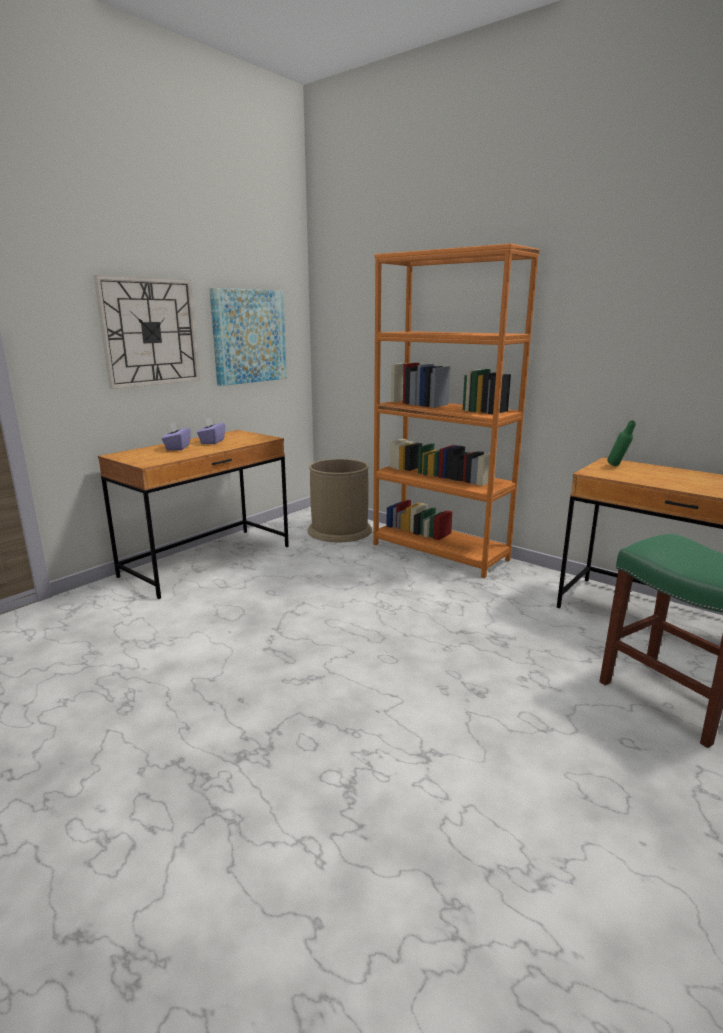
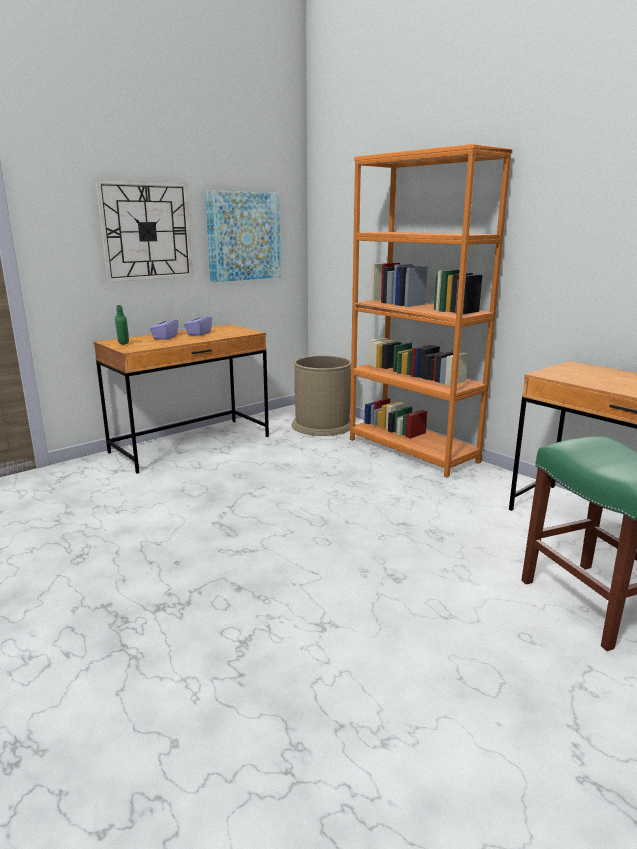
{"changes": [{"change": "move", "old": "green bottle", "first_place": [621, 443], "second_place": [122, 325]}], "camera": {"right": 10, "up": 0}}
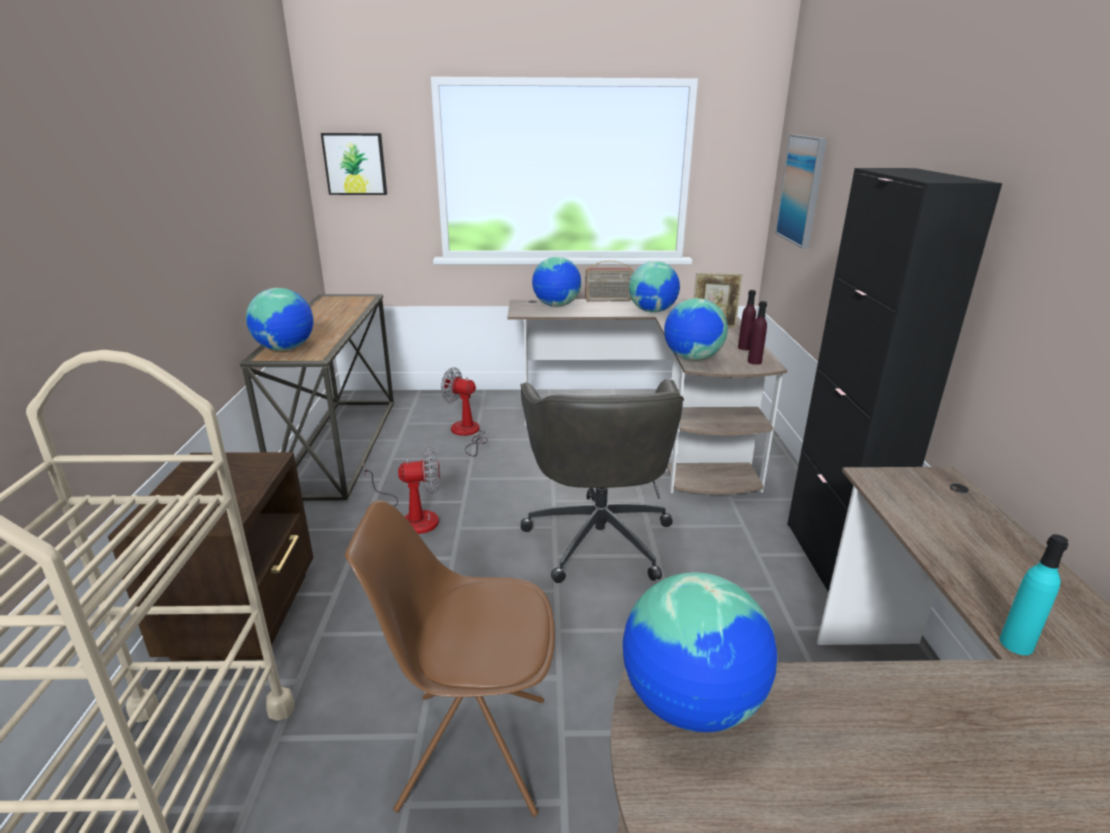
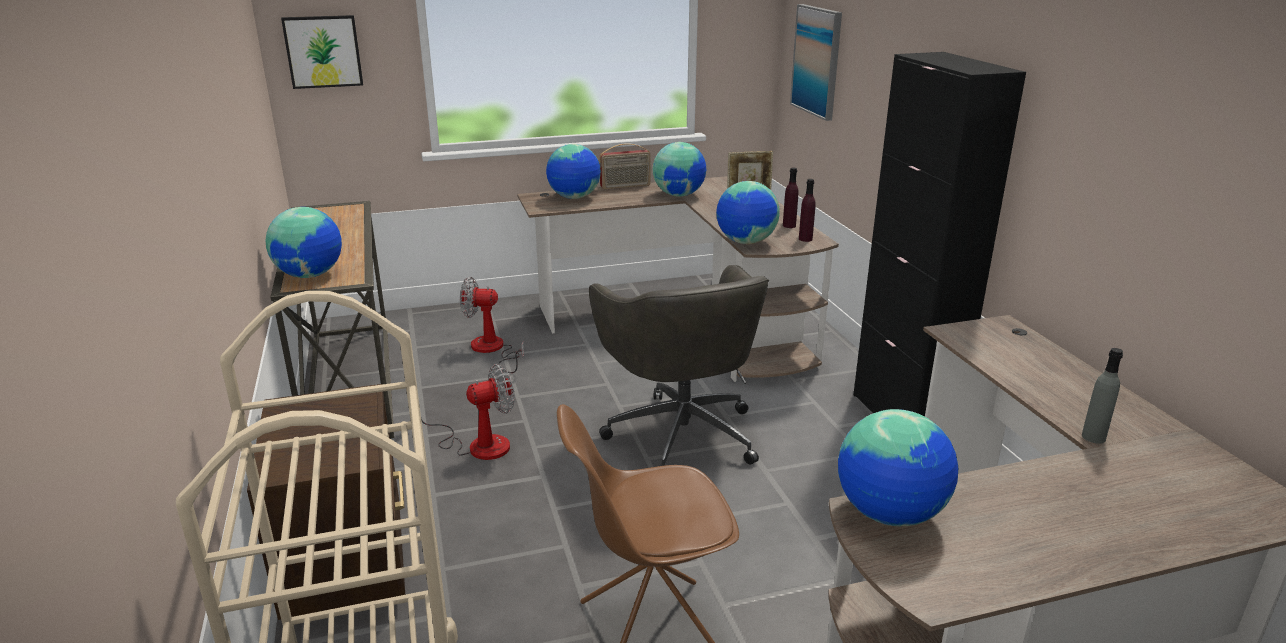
{"changes": [{"change": "recolor", "old": "turquoise bottle", "new": "grey bottle", "first_place": [1034, 594], "second_place": [1102, 396]}], "camera": {"right": -15, "up": 0}}
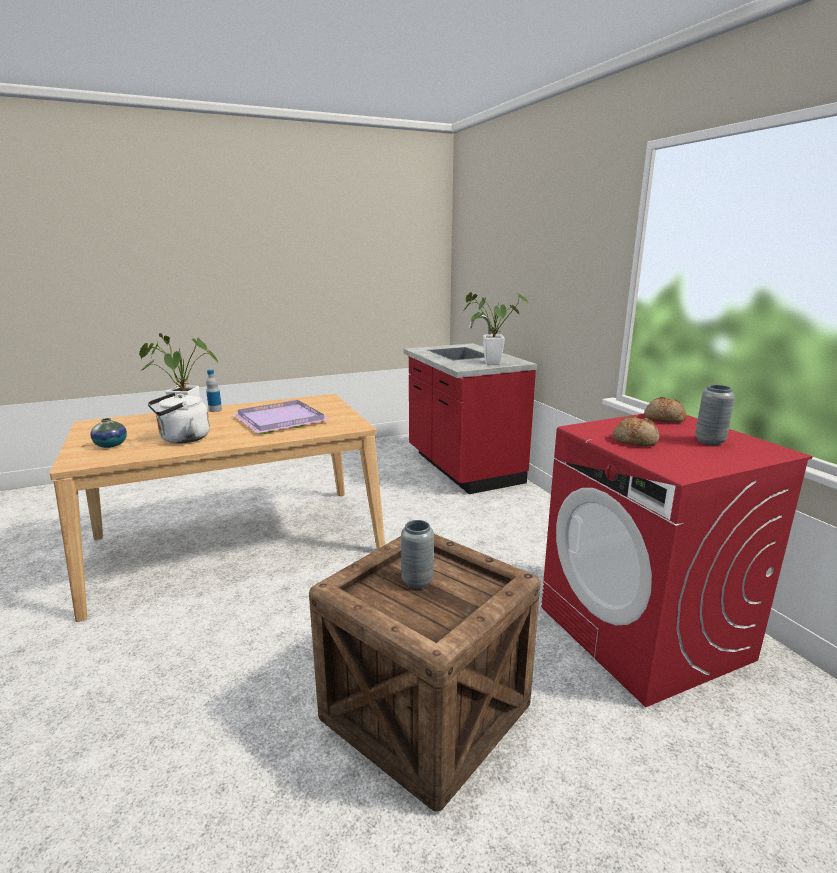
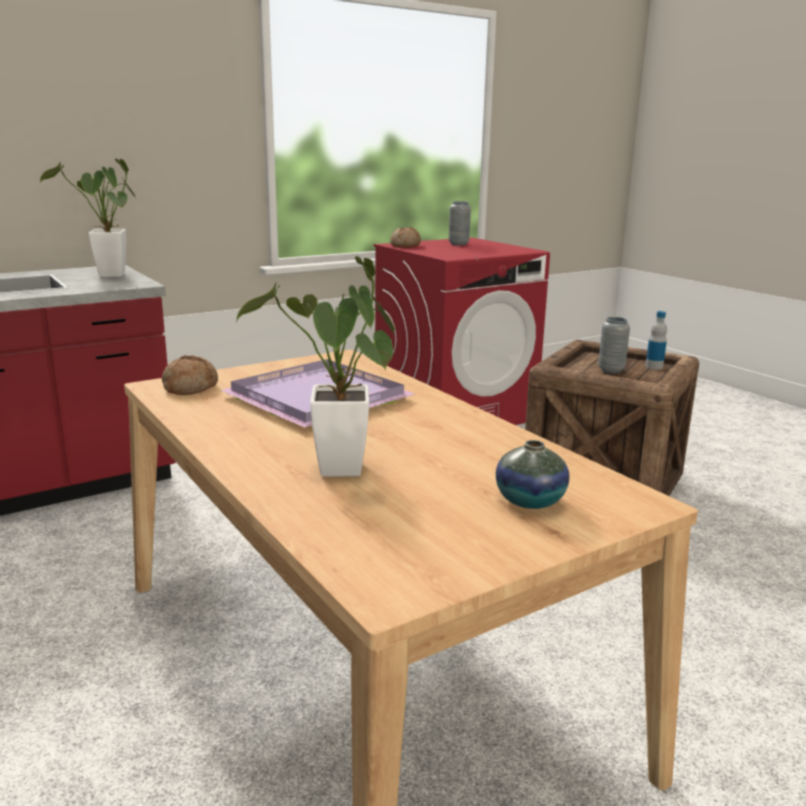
{"changes": [{"change": "move", "old": "bread", "first_place": [636, 431], "second_place": [190, 375]}, {"change": "move", "old": "bottle", "first_place": [214, 390], "second_place": [656, 340]}, {"change": "delete", "old": "white kettle", "first_place": [179, 418]}], "camera": {"right": -100, "up": 0}}
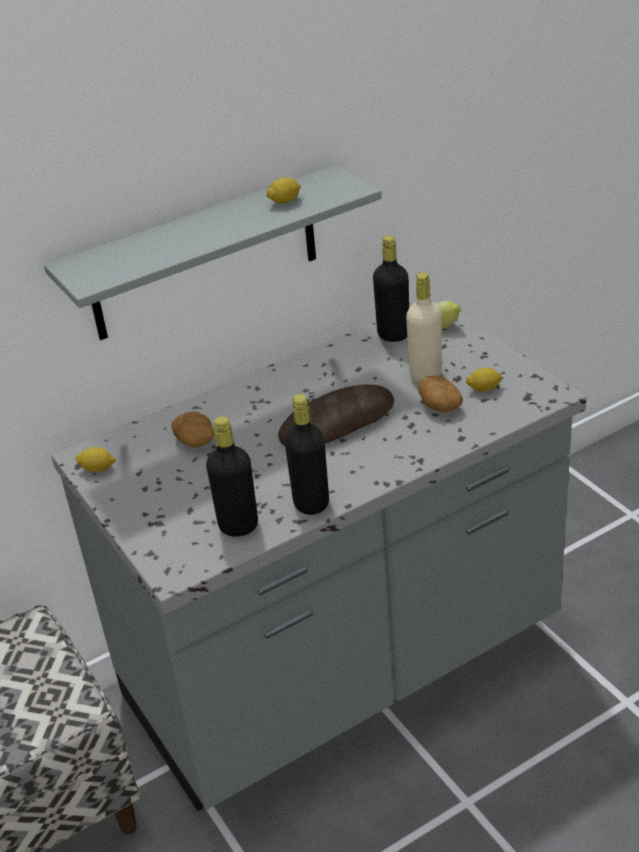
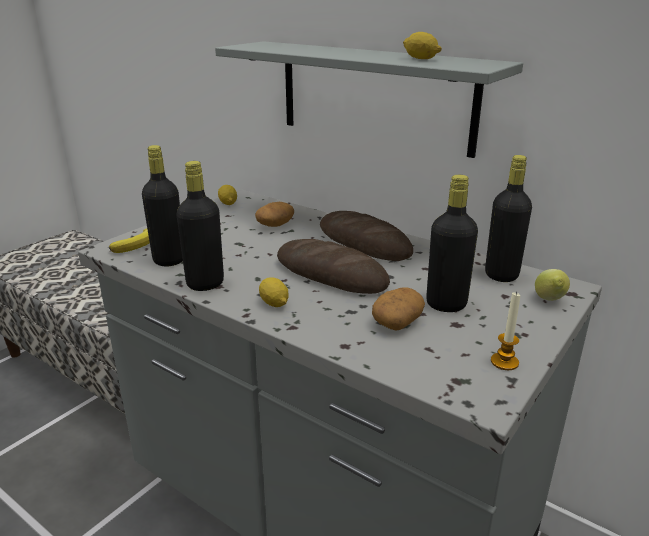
{"changes": [{"change": "insert", "new": "banana", "second_place": [129, 241]}, {"change": "move", "old": "lemon", "first_place": [484, 380], "second_place": [274, 292]}, {"change": "insert", "new": "bread", "second_place": [366, 236]}, {"change": "recolor", "old": "beige bottle", "new": "black bottle", "first_place": [424, 327], "second_place": [452, 243]}, {"change": "insert", "new": "candle", "second_place": [505, 330]}], "camera": {"right": 65, "up": -10}}
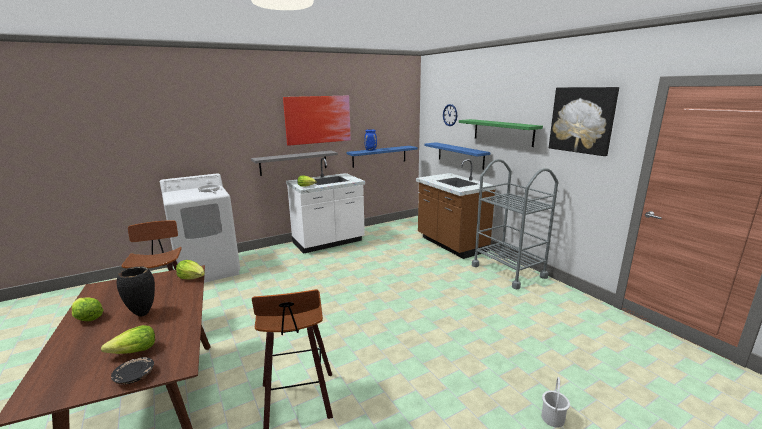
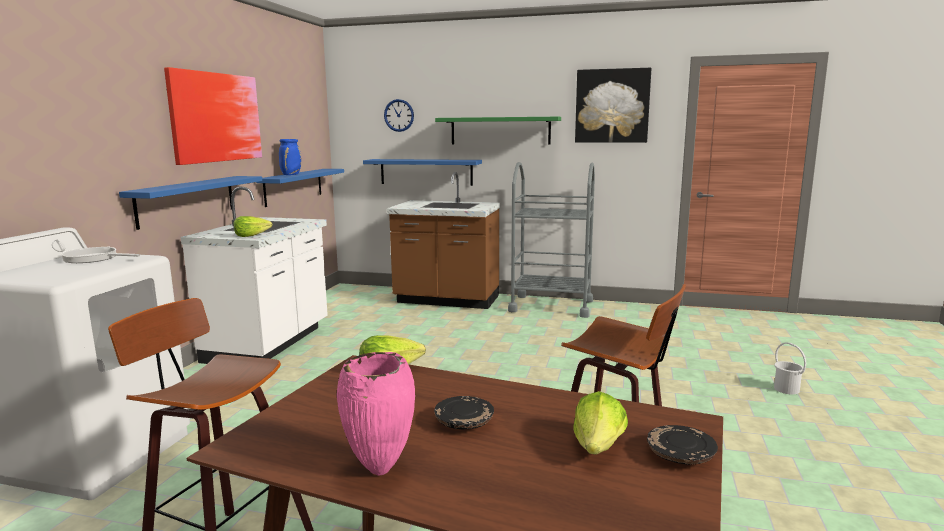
{"changes": [{"change": "recolor", "old": "grey shelf", "new": "blue shelf", "first_place": [294, 163], "second_place": [190, 203]}, {"change": "replace", "old": "lettuce", "new": "pink vase", "first_place": [87, 309], "second_place": [376, 414]}, {"change": "replace", "old": "black vase", "new": "black plate", "first_place": [135, 291], "second_place": [464, 412]}], "camera": {"right": -45, "up": -5}}
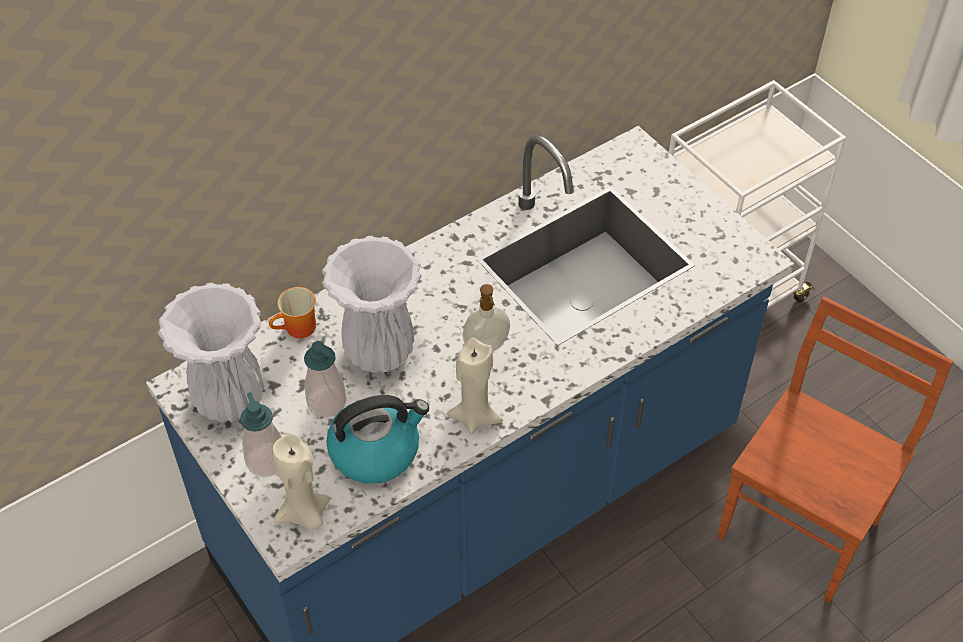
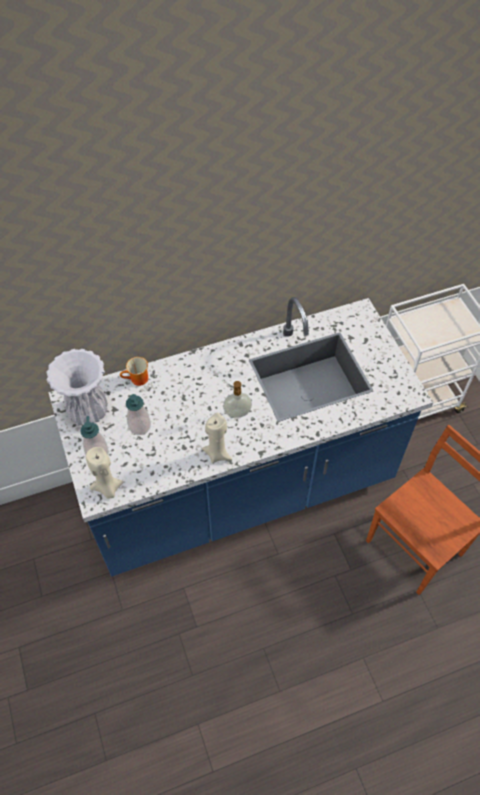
{"changes": [{"change": "delete", "old": "white vase", "first_place": [372, 304]}, {"change": "delete", "old": "kettle", "first_place": [377, 439]}], "camera": {"right": 15, "up": 5}}
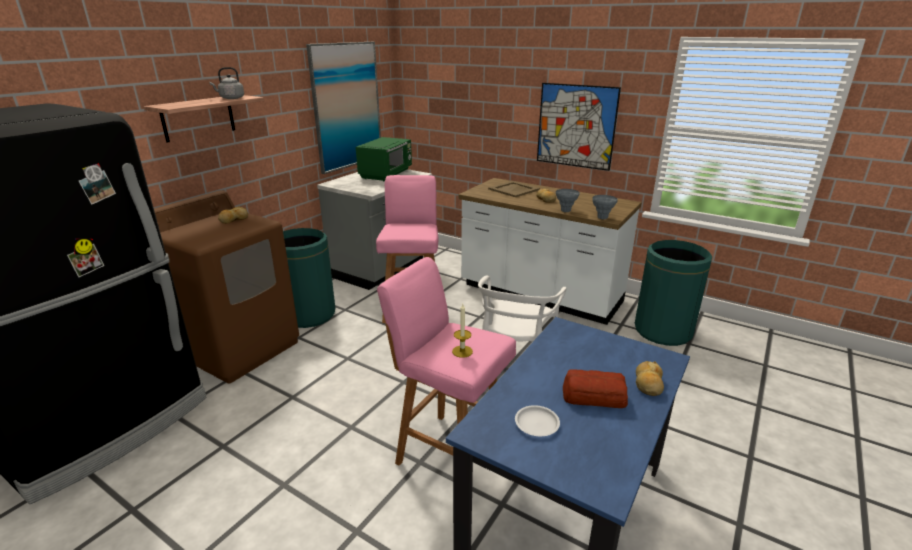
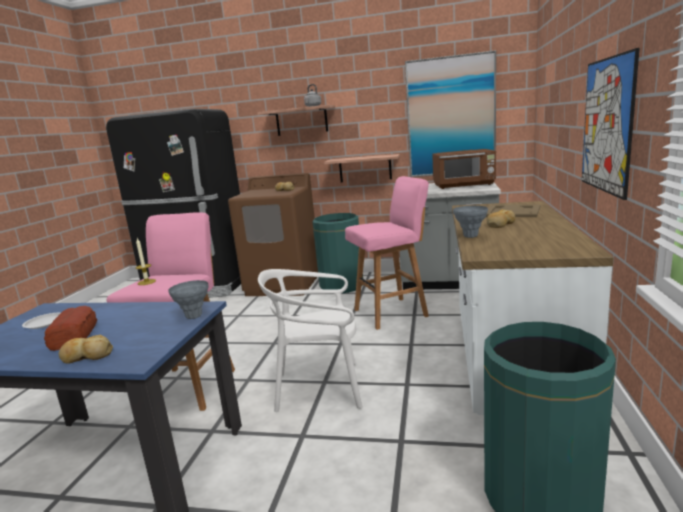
{"changes": [{"change": "move", "old": "grey vase", "first_place": [605, 207], "second_place": [188, 299]}, {"change": "insert", "new": "shelf", "second_place": [362, 168]}, {"change": "recolor", "old": "green microwave", "new": "brown microwave", "first_place": [384, 159], "second_place": [464, 169]}], "camera": {"right": 70, "up": -10}}
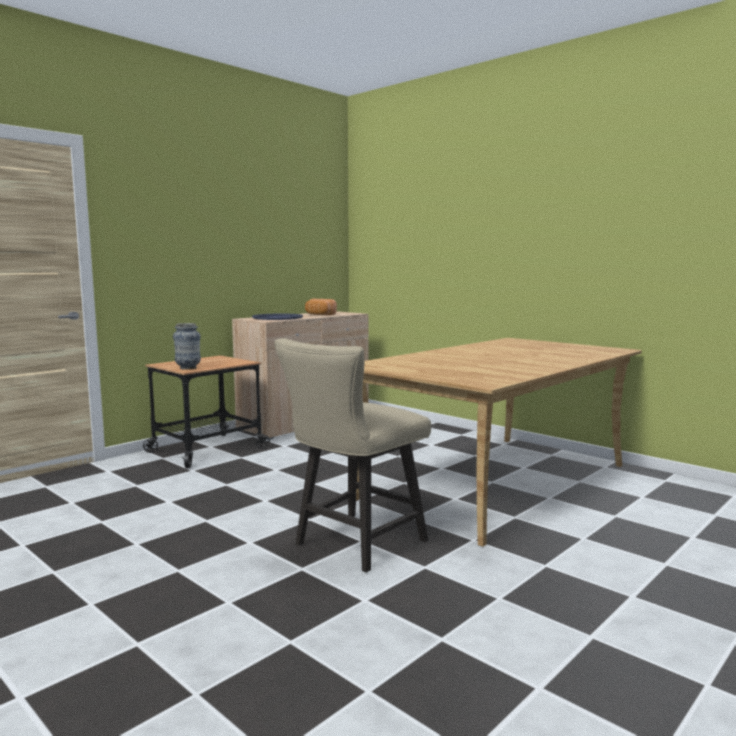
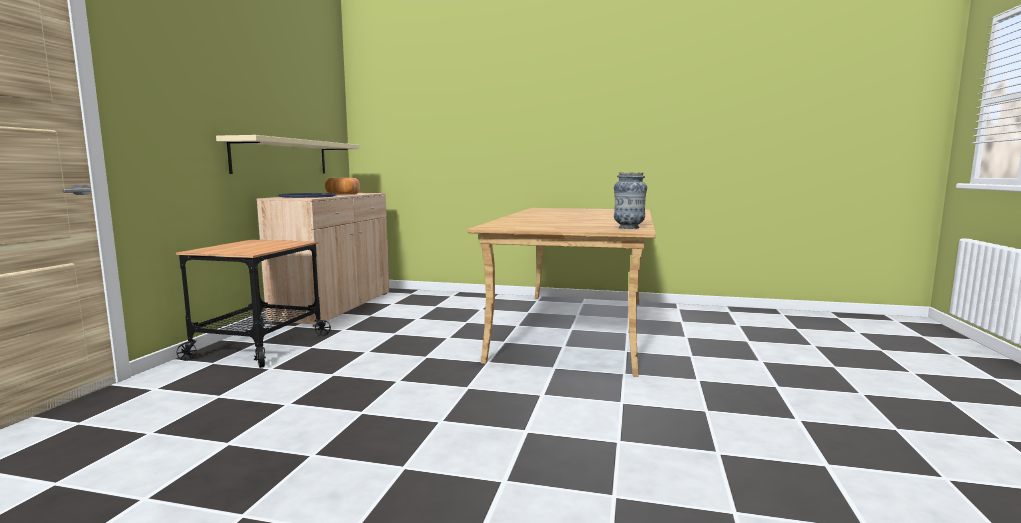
{"changes": [{"change": "insert", "new": "beige shelf", "second_place": [288, 154]}, {"change": "move", "old": "vase", "first_place": [187, 346], "second_place": [630, 200]}, {"change": "delete", "old": "beige chair", "first_place": [352, 455]}], "camera": {"right": -30, "up": 0}}
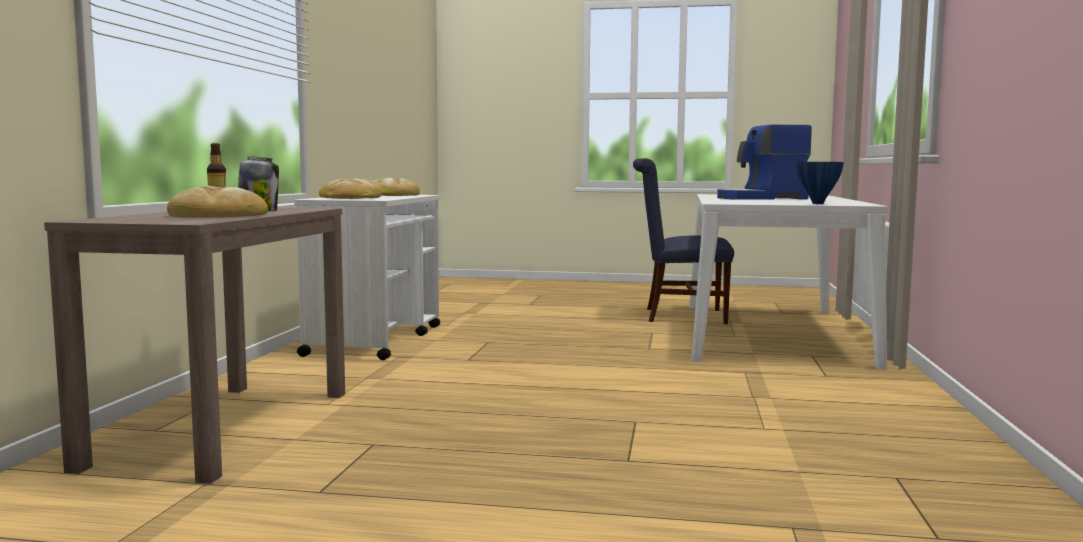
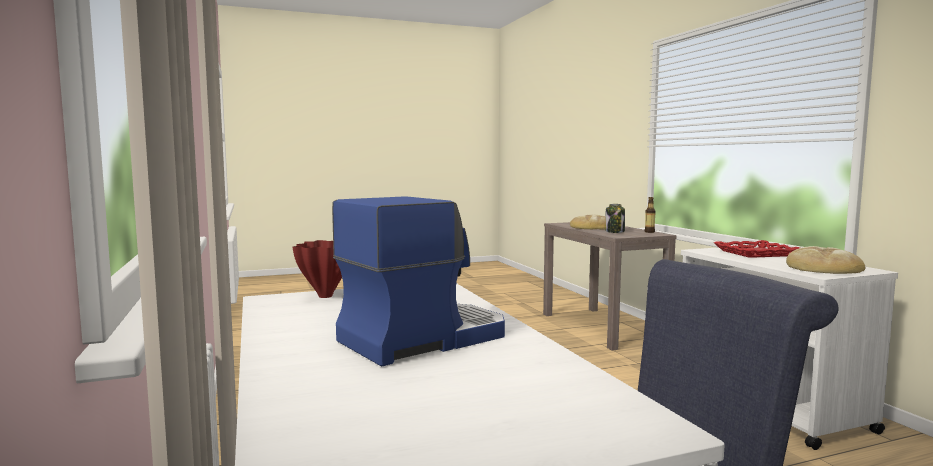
{"changes": [{"change": "recolor", "old": "blue vase", "new": "red vase", "first_place": [820, 183], "second_place": [317, 269]}, {"change": "replace", "old": "bread", "new": "red tray", "first_place": [350, 188], "second_place": [757, 249]}], "camera": {"right": 150, "up": 0}}
